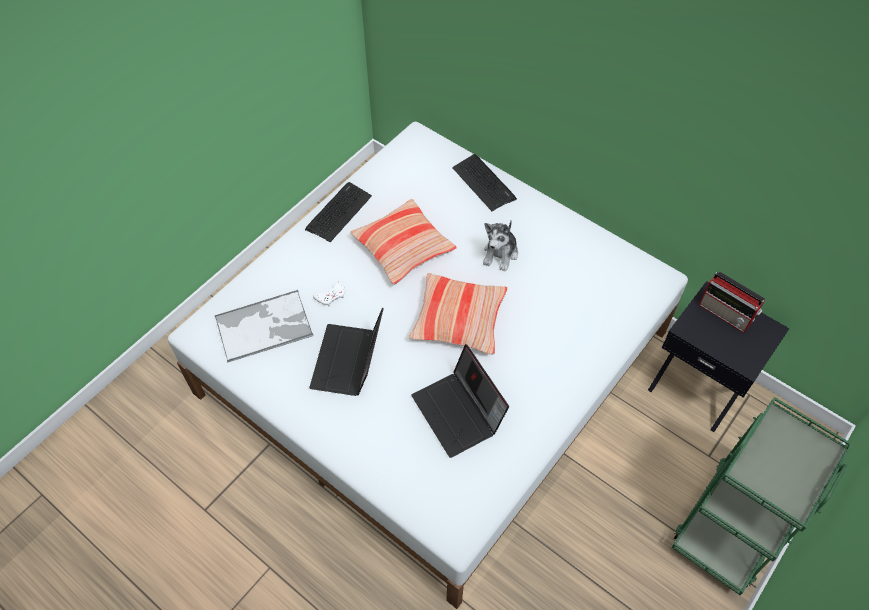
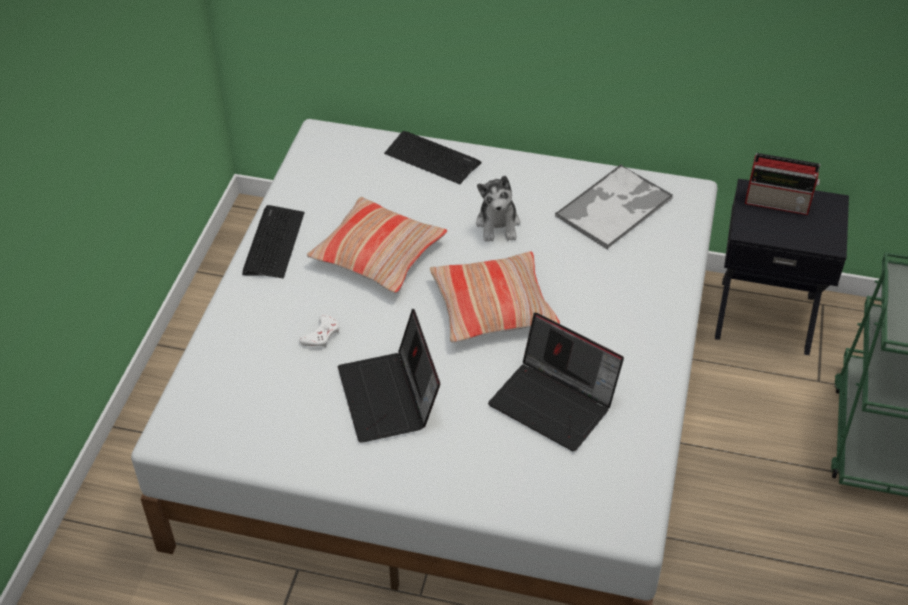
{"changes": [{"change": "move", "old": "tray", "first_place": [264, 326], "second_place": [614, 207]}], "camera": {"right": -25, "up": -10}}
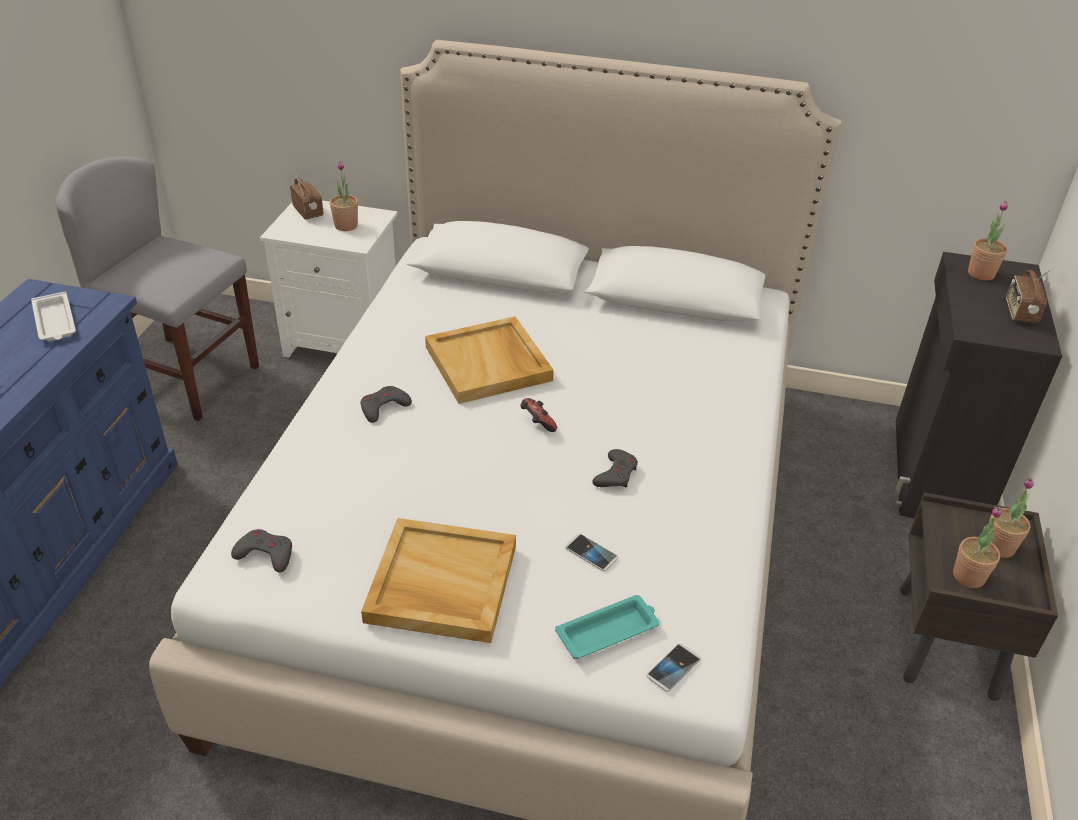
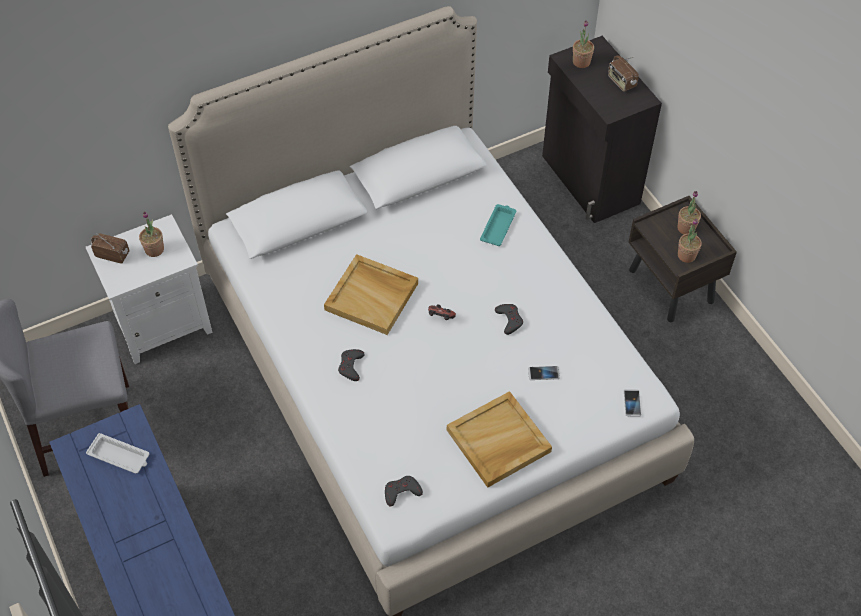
{"changes": [{"change": "move", "old": "turquoise tray", "first_place": [607, 627], "second_place": [498, 225]}], "camera": {"right": -40, "up": 15}}
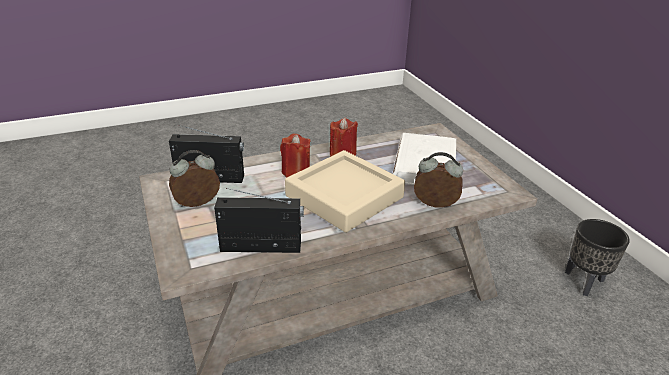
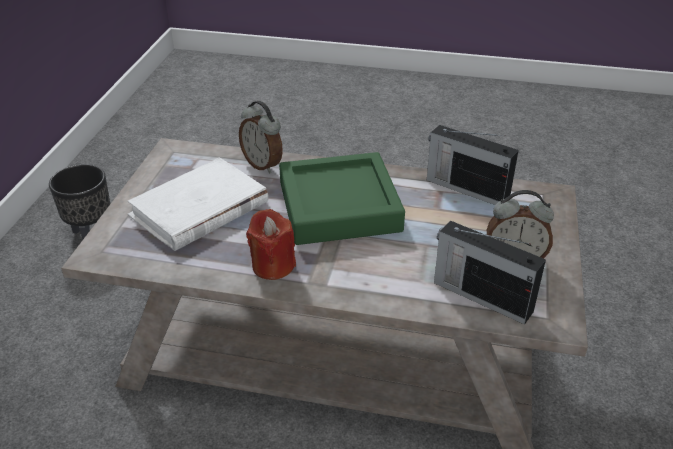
{"changes": [{"change": "recolor", "old": "beige tray", "new": "green tray", "first_place": [345, 191], "second_place": [342, 198]}, {"change": "delete", "old": "red candle", "first_place": [295, 156]}], "camera": {"right": -145, "up": 5}}
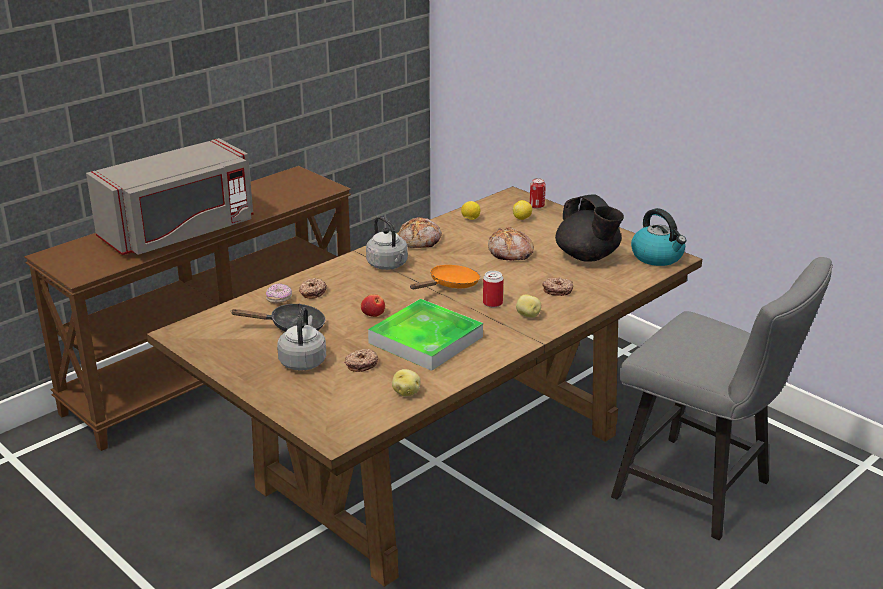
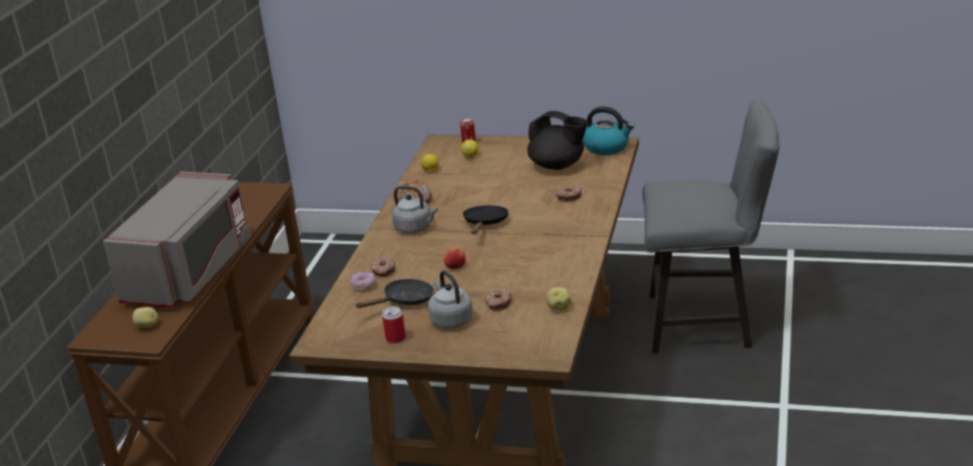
{"changes": [{"change": "move", "old": "potato", "first_place": [528, 306], "second_place": [145, 317]}, {"change": "move", "old": "can", "first_place": [493, 289], "second_place": [394, 324]}, {"change": "recolor", "old": "orange frying pan", "new": "black frying pan", "first_place": [445, 277], "second_place": [485, 219]}, {"change": "delete", "old": "tray", "first_place": [425, 335]}, {"change": "delete", "old": "bread", "first_place": [511, 244]}], "camera": {"right": -30, "up": 0}}
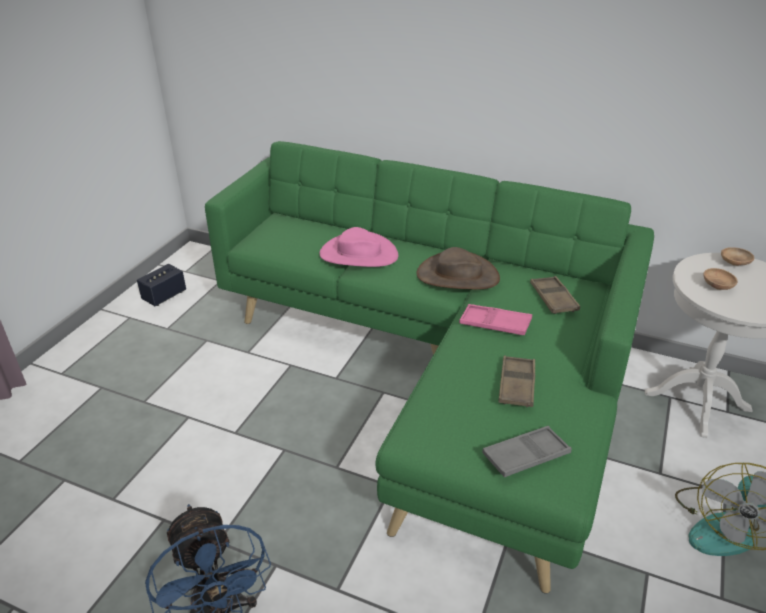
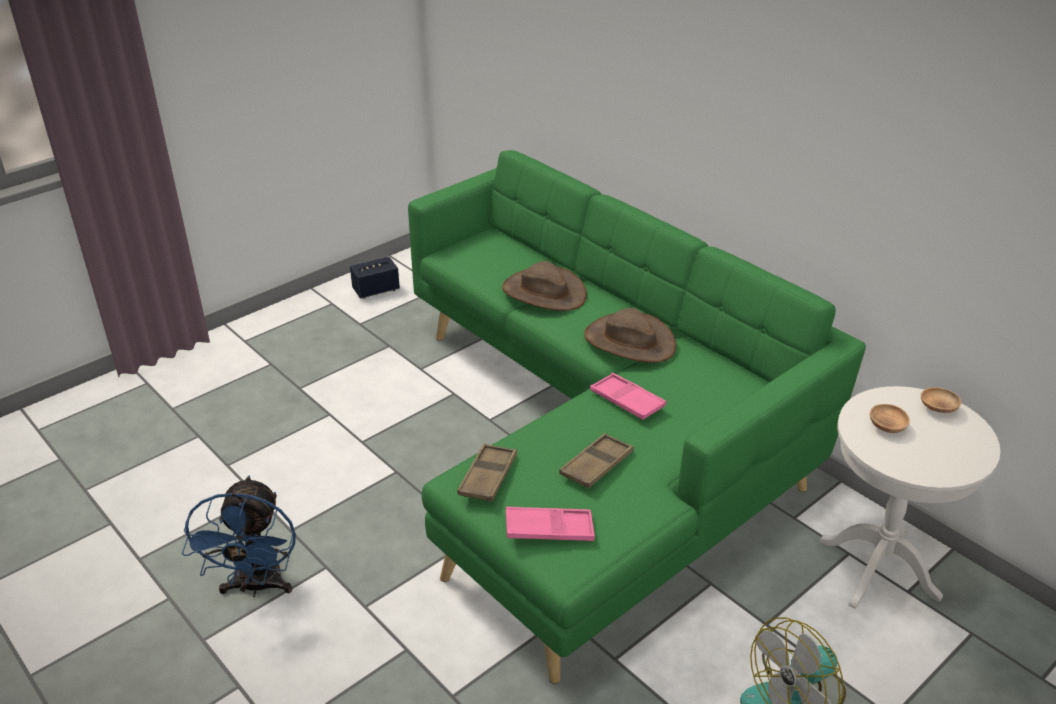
{"changes": [{"change": "move", "old": "brown tray", "first_place": [555, 295], "second_place": [487, 473]}, {"change": "recolor", "old": "pink hat", "new": "brown hat", "first_place": [358, 247], "second_place": [544, 286]}, {"change": "recolor", "old": "grey tray", "new": "pink tray", "first_place": [527, 451], "second_place": [550, 524]}], "camera": {"right": 25, "up": 0}}
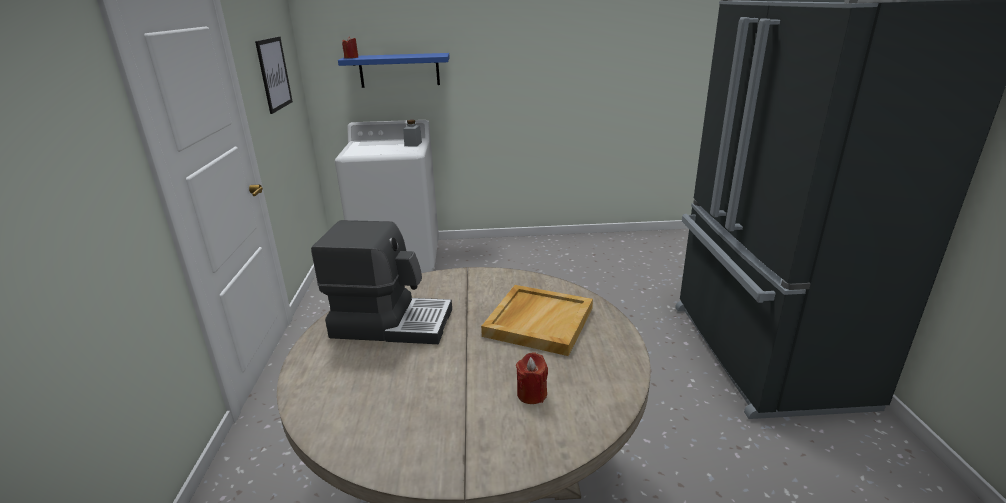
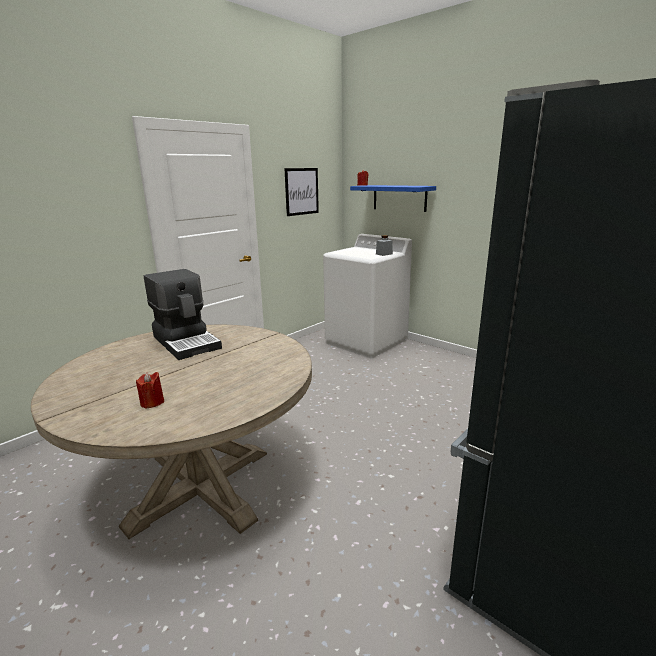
{"changes": [{"change": "delete", "old": "beige tray", "first_place": [537, 320]}], "camera": {"right": 45, "up": -5}}
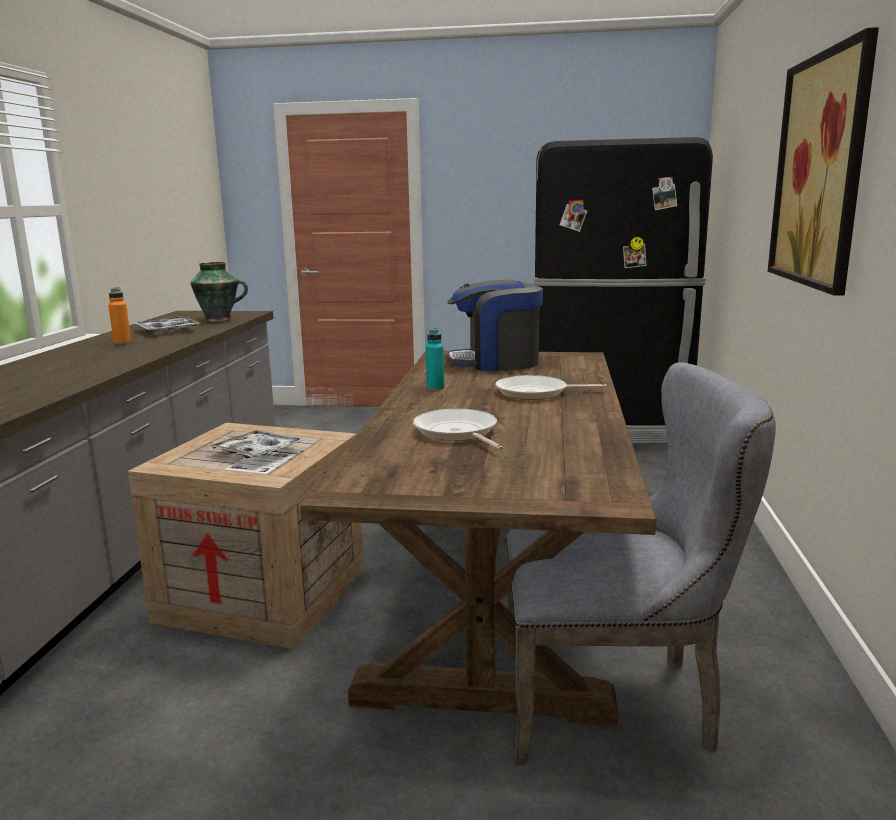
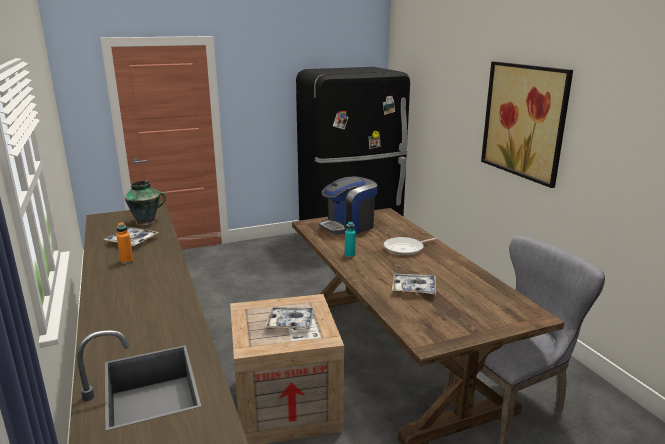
{"changes": [{"change": "replace", "old": "frying pan", "new": "tray", "first_place": [458, 429], "second_place": [414, 284]}], "camera": {"right": -30, "up": 5}}
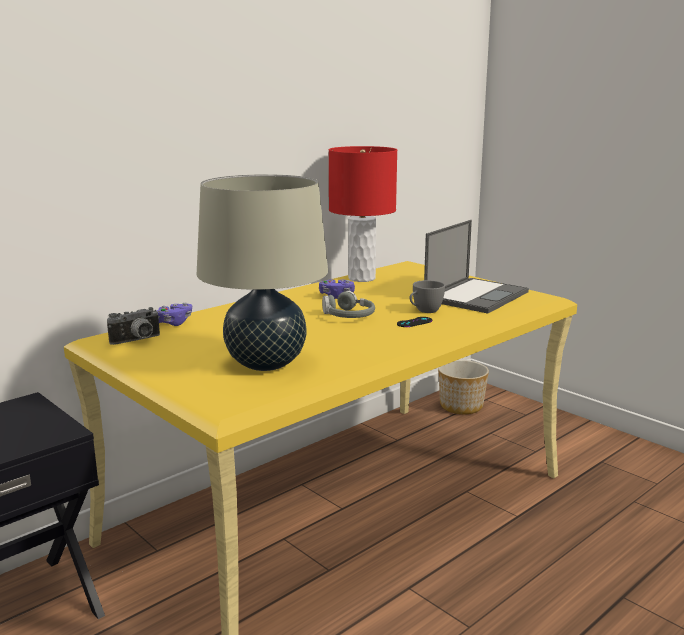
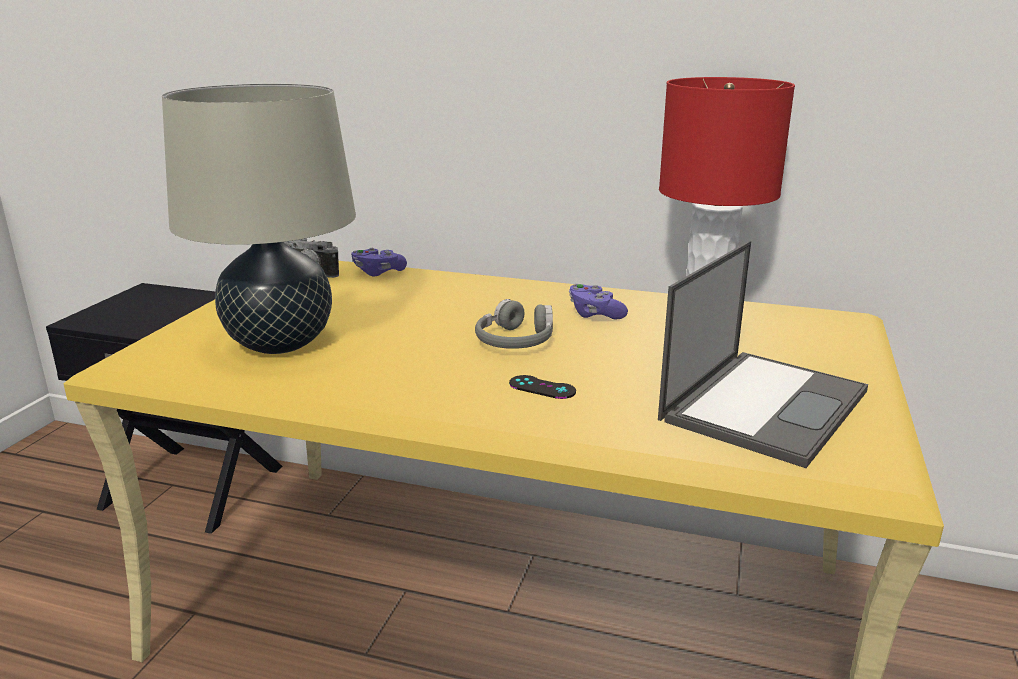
{"changes": [{"change": "rotate", "old": "laptop", "first_place": [476, 267], "second_place": [763, 354], "degrees": -60}, {"change": "delete", "old": "grey cup", "first_place": [427, 296]}, {"change": "delete", "old": "planter", "first_place": [463, 387]}], "camera": {"right": 60, "up": 5}}
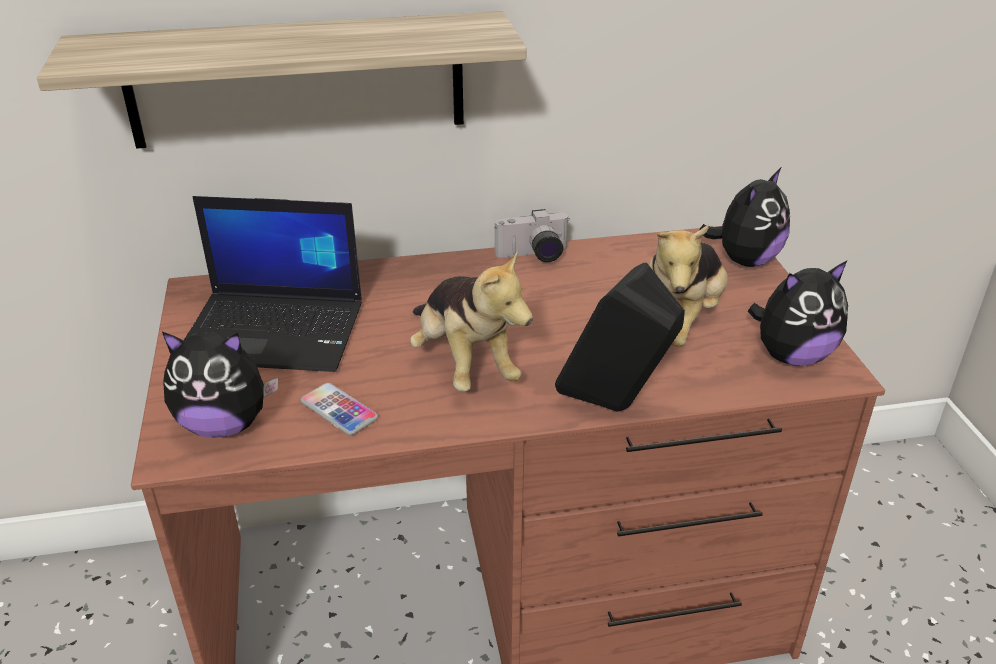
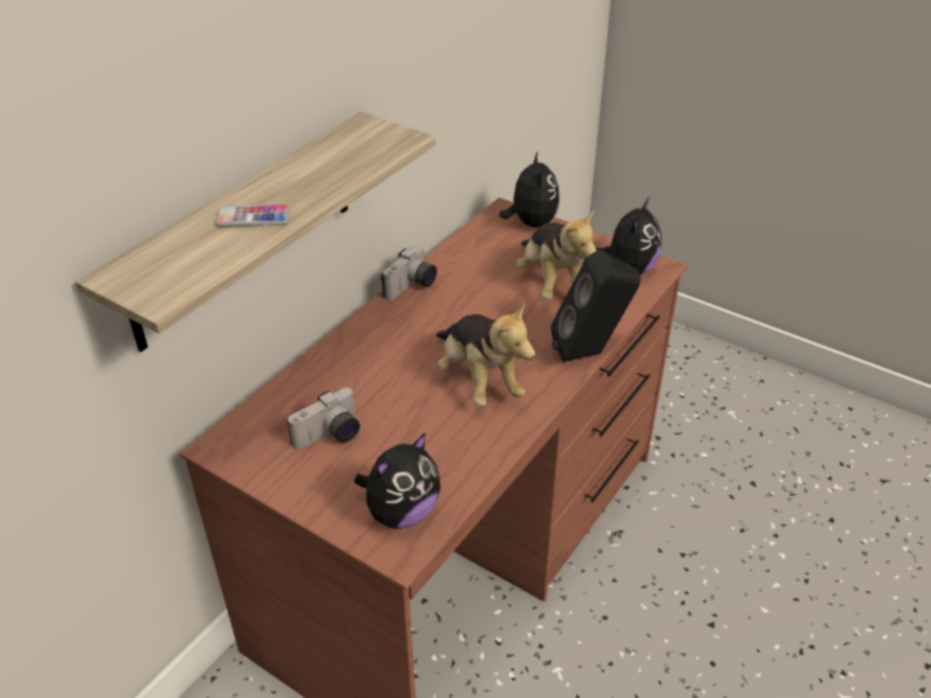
{"changes": [{"change": "move", "old": "phone", "first_place": [339, 409], "second_place": [252, 216]}, {"change": "replace", "old": "laptop", "new": "photo camera", "first_place": [273, 284], "second_place": [323, 418]}, {"change": "rotate", "old": "plush toy", "first_place": [471, 320], "second_place": [485, 354], "degrees": 45}], "camera": {"right": -45, "up": 5}}
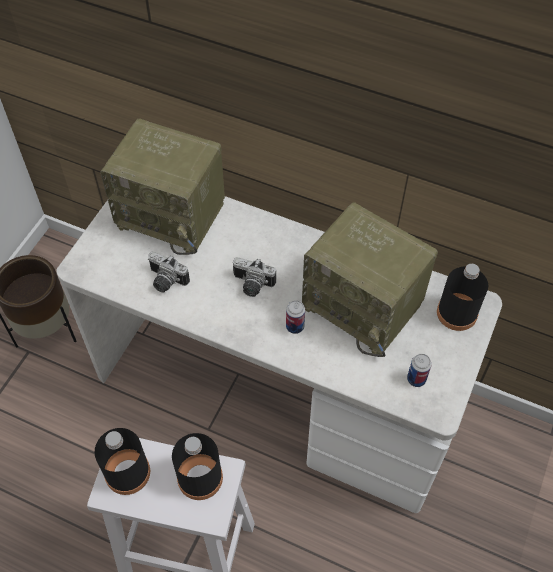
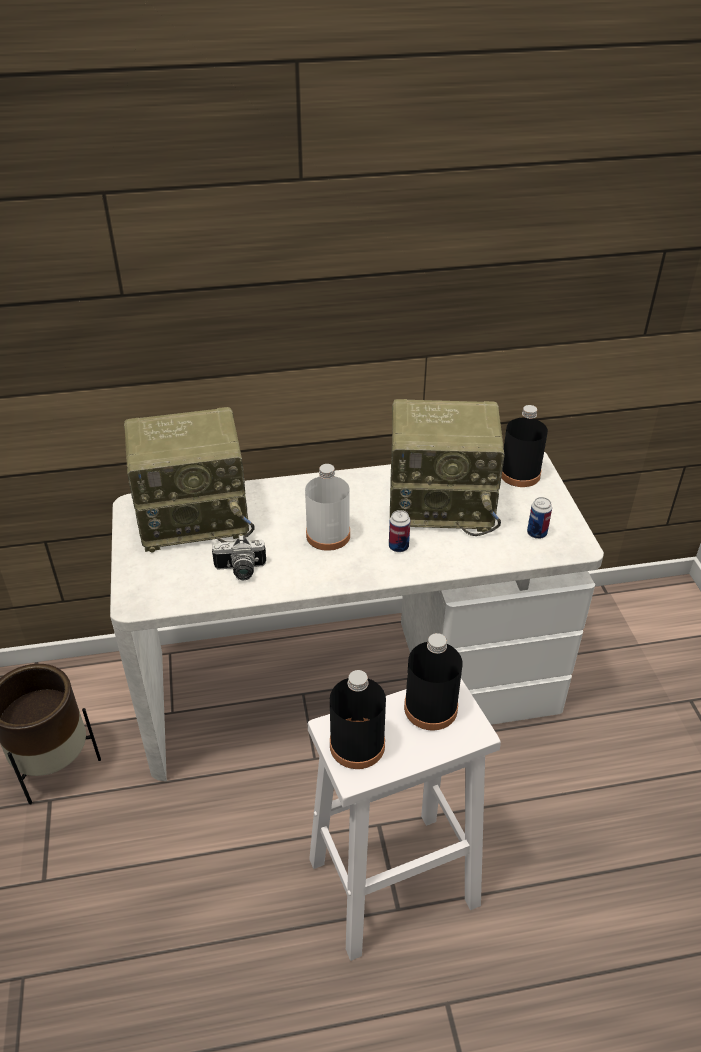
{"changes": [{"change": "replace", "old": "photo camera", "new": "white bottle", "first_place": [254, 277], "second_place": [327, 507]}], "camera": {"right": -35, "up": -15}}
